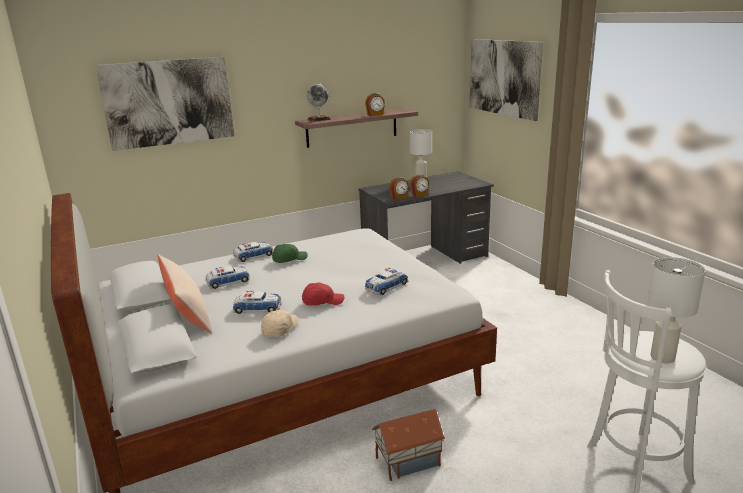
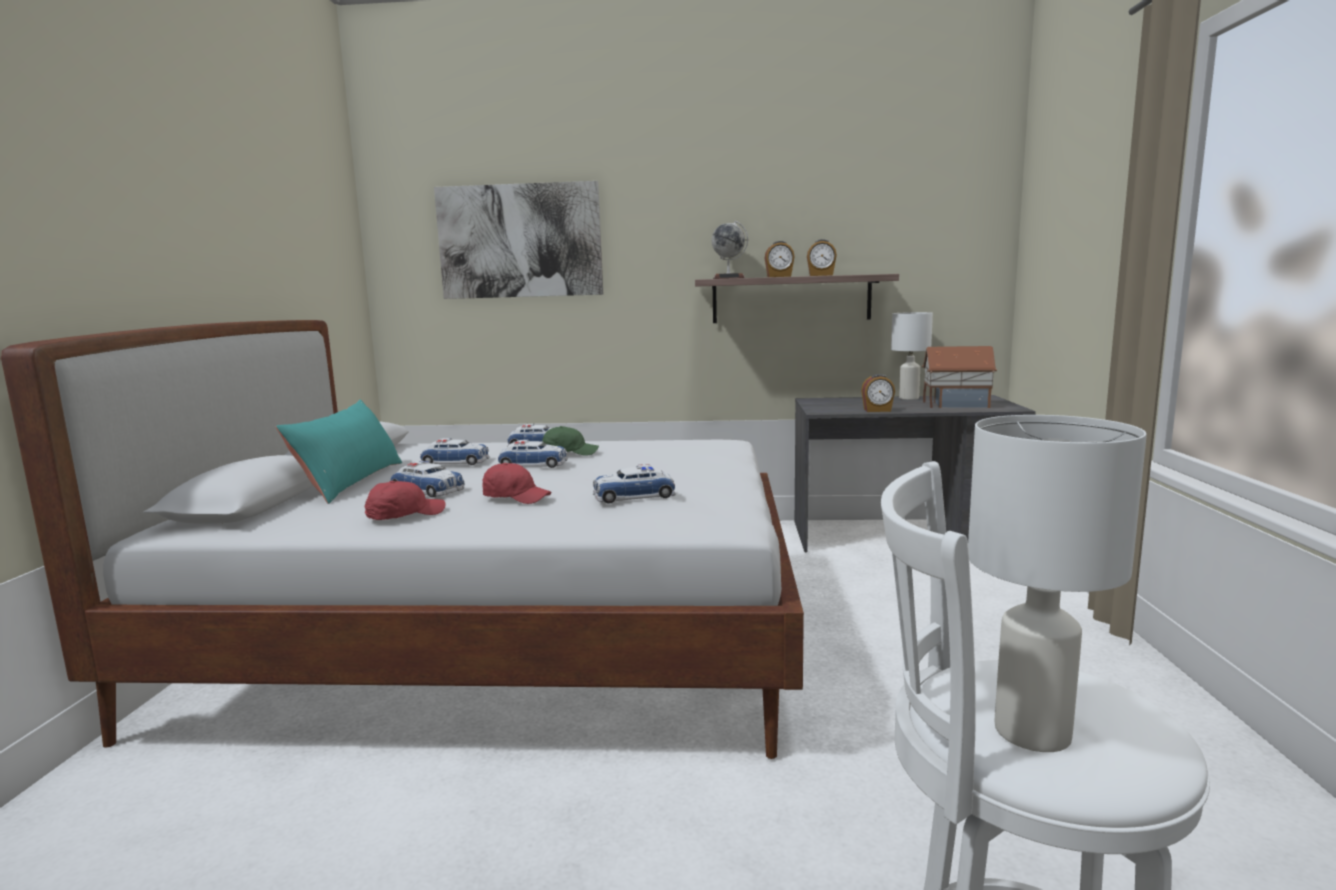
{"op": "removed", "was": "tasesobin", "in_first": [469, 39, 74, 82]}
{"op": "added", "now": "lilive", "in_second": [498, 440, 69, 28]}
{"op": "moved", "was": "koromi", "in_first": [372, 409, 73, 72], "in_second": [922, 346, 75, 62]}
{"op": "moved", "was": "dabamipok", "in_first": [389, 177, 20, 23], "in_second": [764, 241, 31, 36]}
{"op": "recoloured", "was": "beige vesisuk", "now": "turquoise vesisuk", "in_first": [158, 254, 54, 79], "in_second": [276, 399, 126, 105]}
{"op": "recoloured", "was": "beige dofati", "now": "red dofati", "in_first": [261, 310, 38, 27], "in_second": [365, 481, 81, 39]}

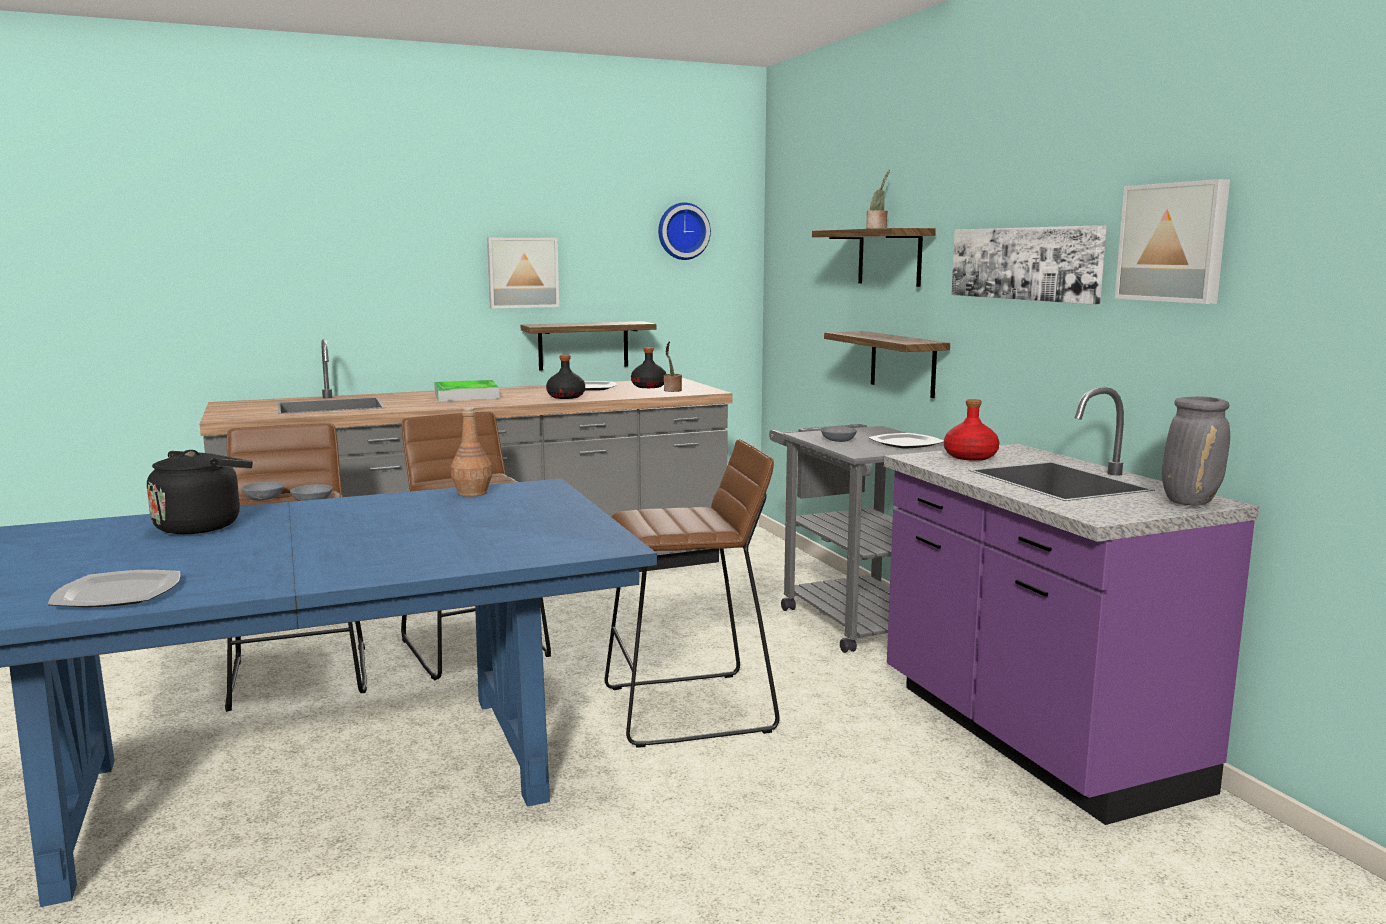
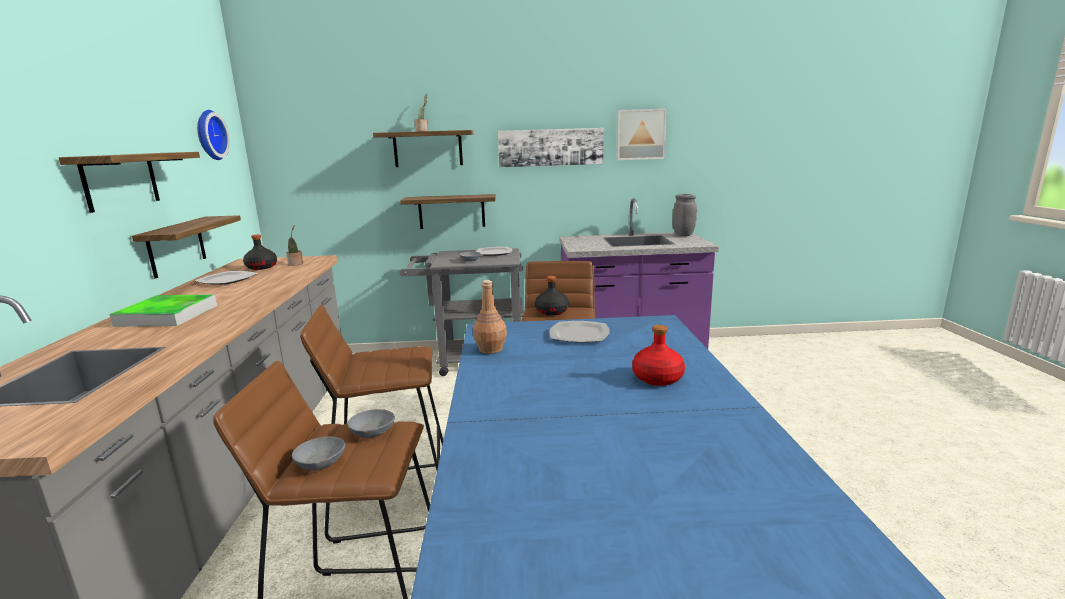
{"op": "removed", "was": "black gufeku", "in_first": [147, 450, 106, 84]}
{"op": "moved", "was": "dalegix", "in_first": [48, 570, 132, 37], "in_second": [549, 321, 61, 21]}
{"op": "moved", "was": "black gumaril", "in_first": [546, 355, 39, 44], "in_second": [535, 276, 34, 40]}
{"op": "moved", "was": "red gumaril", "in_first": [944, 399, 55, 62], "in_second": [632, 325, 53, 61]}
{"op": "replaced", "was": "tasesobin", "now": "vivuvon", "in_first": [487, 238, 72, 71], "in_second": [59, 152, 141, 61]}

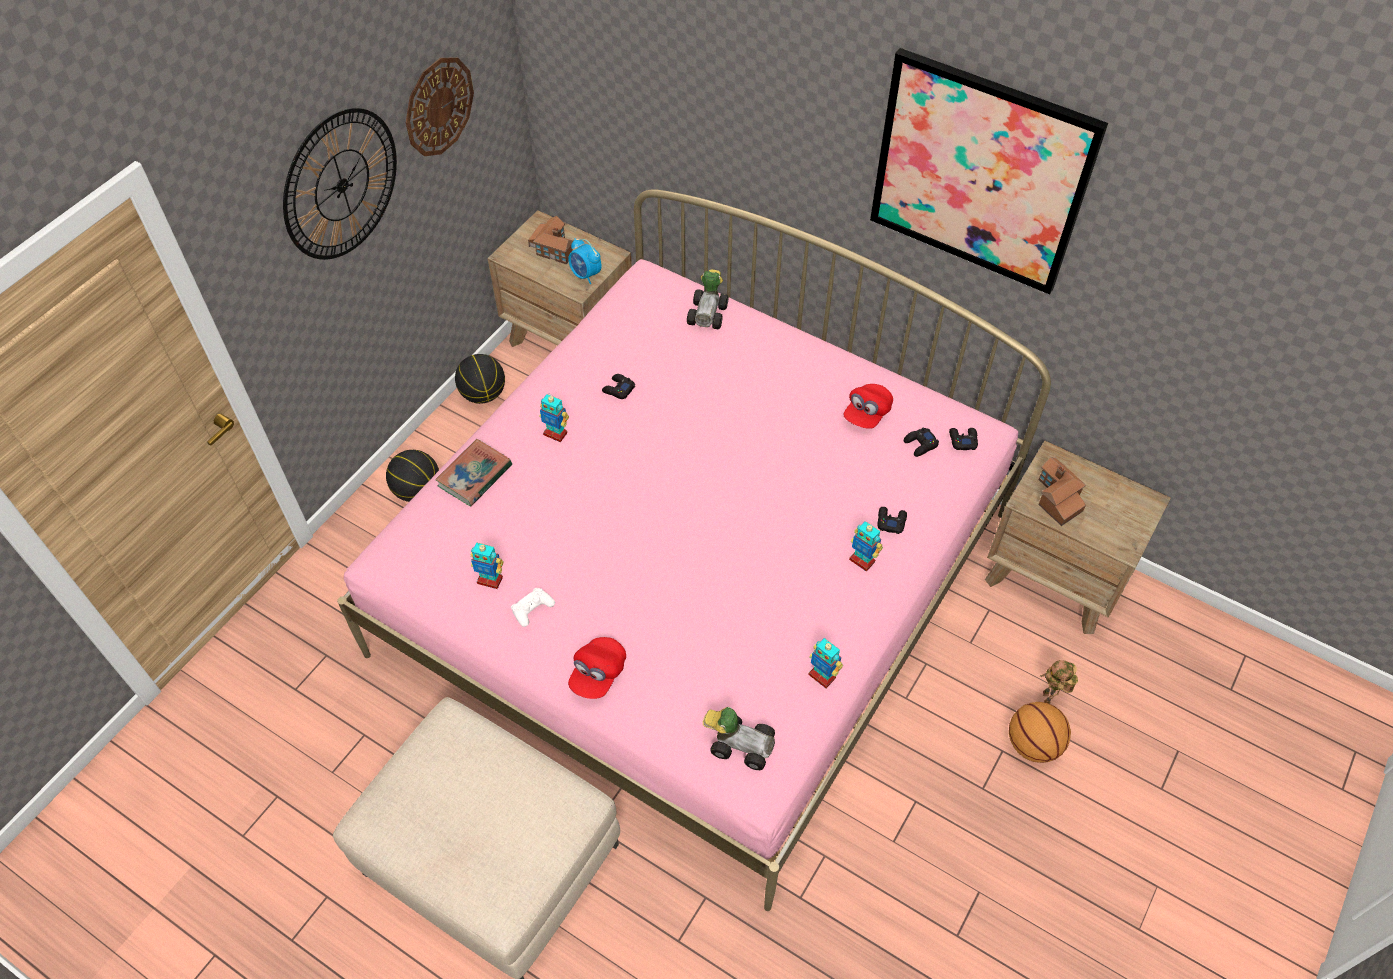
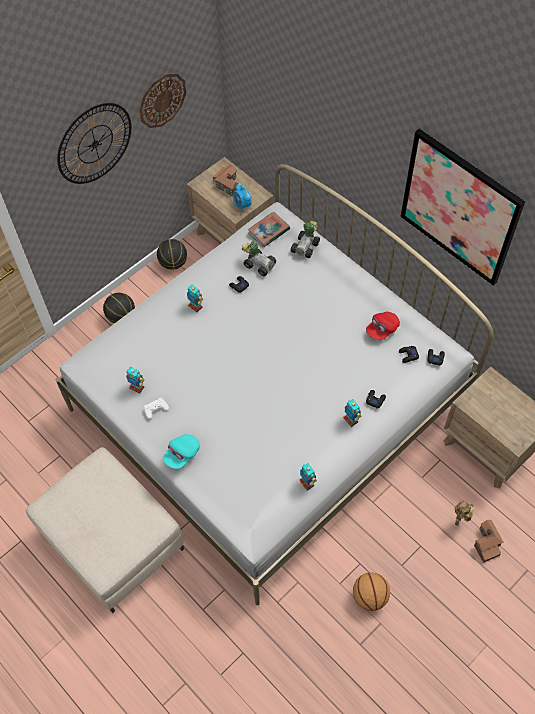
{"op": "moved", "was": "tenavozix", "in_first": [435, 439, 77, 67], "in_second": [248, 211, 42, 36]}
{"op": "moved", "was": "lilive", "in_first": [703, 707, 72, 63], "in_second": [242, 241, 34, 35]}
{"op": "moved", "was": "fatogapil", "in_first": [1009, 702, 62, 61], "in_second": [353, 572, 37, 39]}
{"op": "moved", "was": "koromi", "in_first": [1038, 457, 48, 69], "in_second": [474, 520, 29, 43]}
{"op": "recoloured", "was": "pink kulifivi", "now": "white kulifivi", "in_first": [337, 189, 714, 722], "in_second": [56, 164, 438, 441]}
{"op": "recoloured", "was": "red dofati", "now": "turquoise dofati", "in_first": [568, 637, 58, 62], "in_second": [163, 434, 37, 35]}

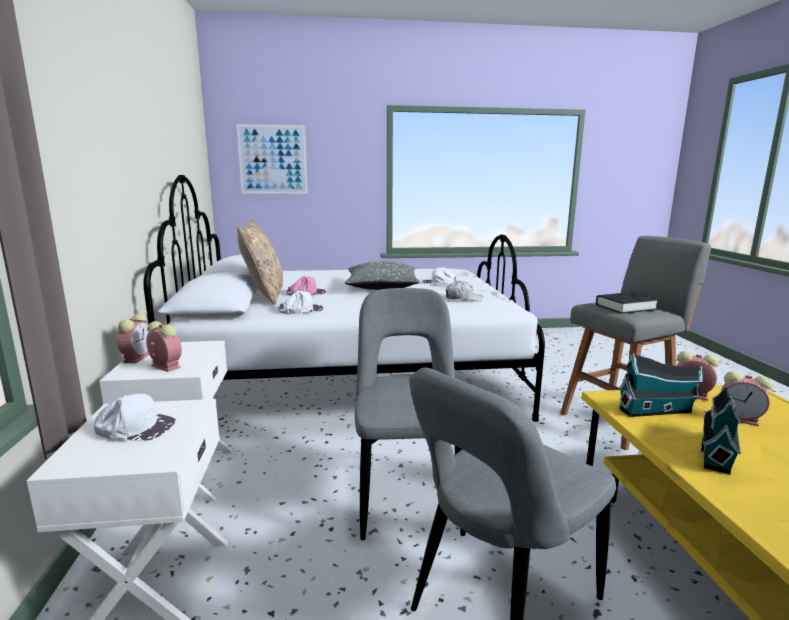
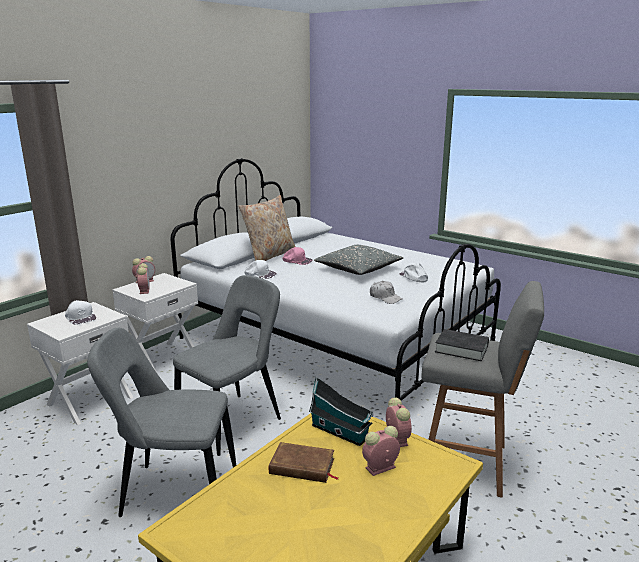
{"op": "removed", "was": "tasesobin", "in_first": [237, 124, 71, 70]}
{"op": "replaced", "was": "koromi", "now": "brown tenavozix", "in_first": [701, 385, 40, 90], "in_second": [269, 442, 69, 41]}
{"op": "turned", "was": "dabamipok", "in_first": [721, 371, 52, 55], "in_second": [362, 426, 38, 50], "clockwise": 75}

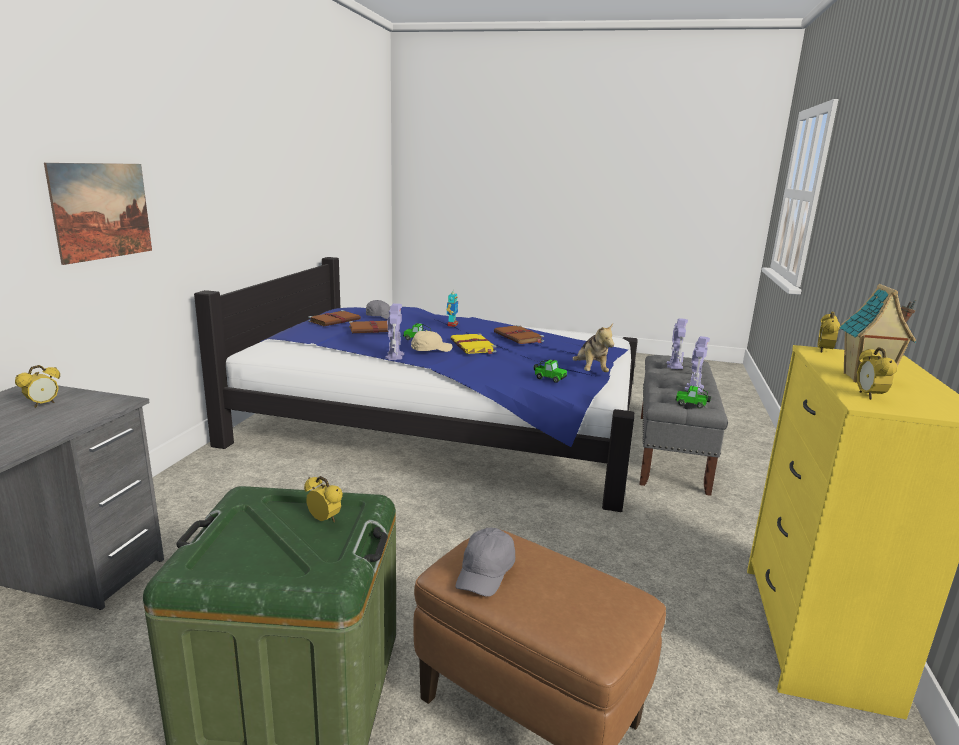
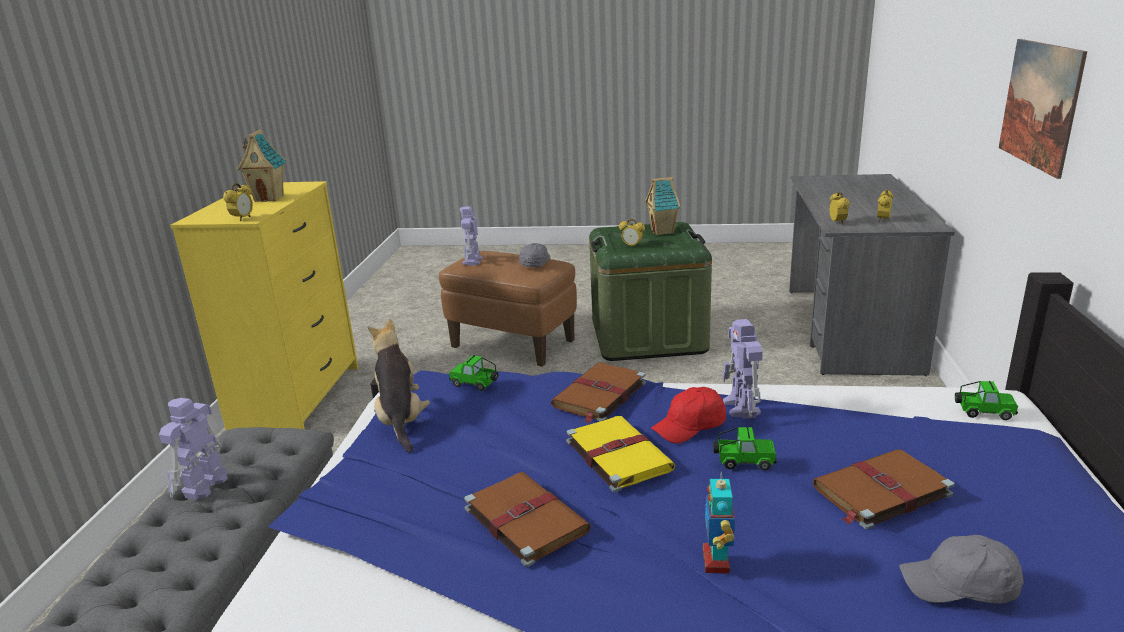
{"op": "added", "now": "koromi", "in_second": [645, 177, 36, 58]}
{"op": "moved", "was": "brown tenavozix", "in_first": [308, 310, 53, 16], "in_second": [551, 363, 95, 61]}
{"op": "moved", "was": "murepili", "in_first": [667, 318, 21, 51], "in_second": [460, 207, 23, 59]}
{"op": "moved", "was": "lilive", "in_first": [676, 385, 35, 24], "in_second": [955, 381, 63, 39]}
{"op": "moved", "was": "dabamipok", "in_first": [857, 347, 40, 53], "in_second": [830, 191, 20, 34]}
{"op": "recoloured", "was": "beige dofati", "now": "red dofati", "in_first": [411, 331, 42, 21], "in_second": [651, 387, 75, 57]}

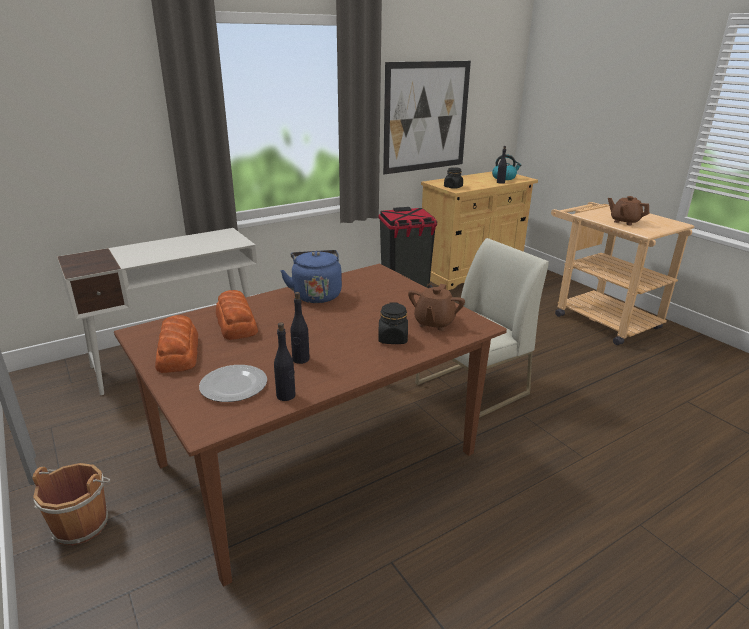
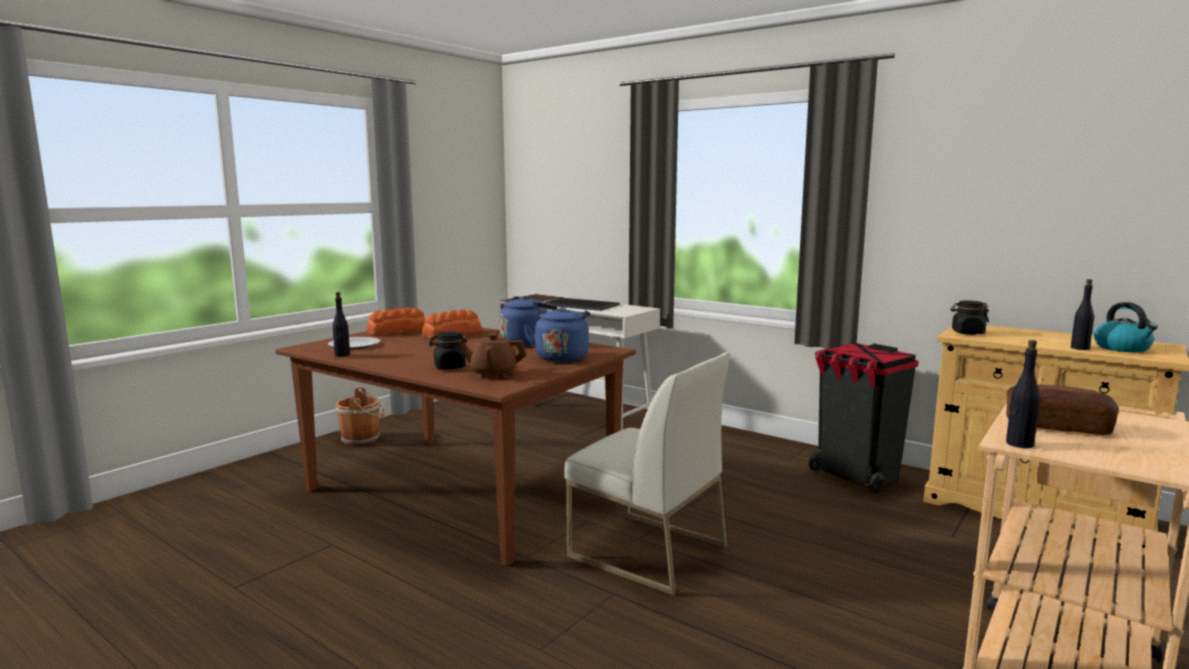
{"op": "removed", "was": "tasesobin", "in_first": [383, 61, 88, 113]}
{"op": "added", "now": "blue gufeku", "in_second": [524, 307, 66, 55]}
{"op": "added", "now": "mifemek", "in_second": [546, 298, 74, 13]}
{"op": "moved", "was": "black gumaril", "in_first": [291, 292, 19, 72], "in_second": [1006, 340, 34, 108]}
{"op": "replaced", "was": "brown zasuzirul", "now": "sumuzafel", "in_first": [608, 196, 41, 30], "in_second": [1006, 385, 113, 50]}

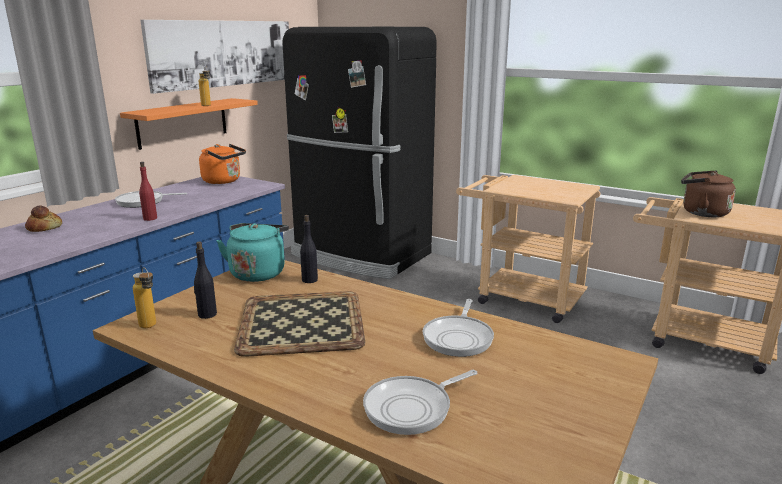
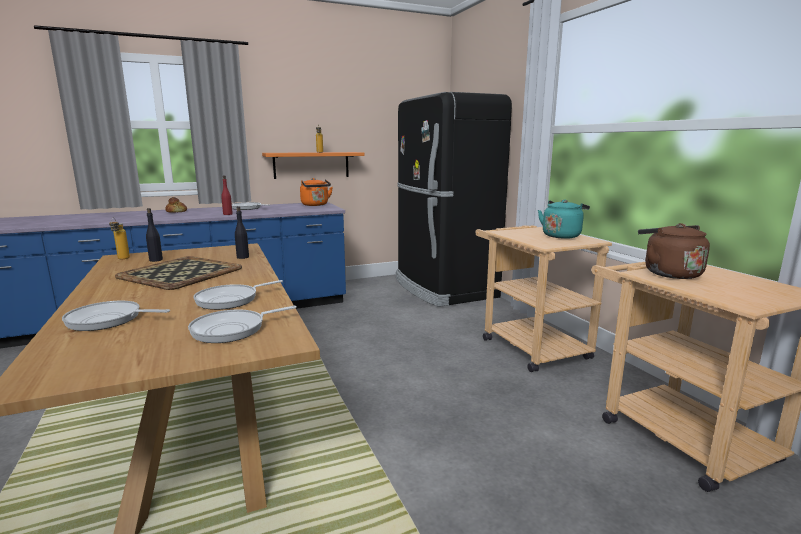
{"op": "removed", "was": "tasesobin", "in_first": [140, 20, 149, 74]}
{"op": "added", "now": "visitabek", "in_second": [188, 306, 109, 37]}
{"op": "moved", "was": "turquoise gufeku", "in_first": [217, 223, 72, 59], "in_second": [538, 200, 52, 39]}

